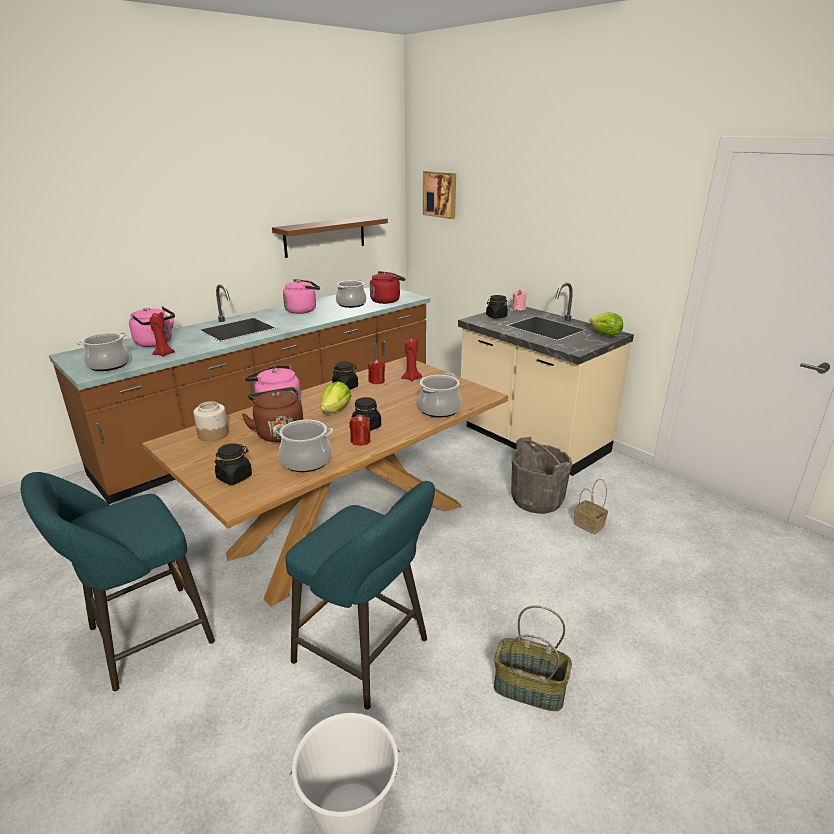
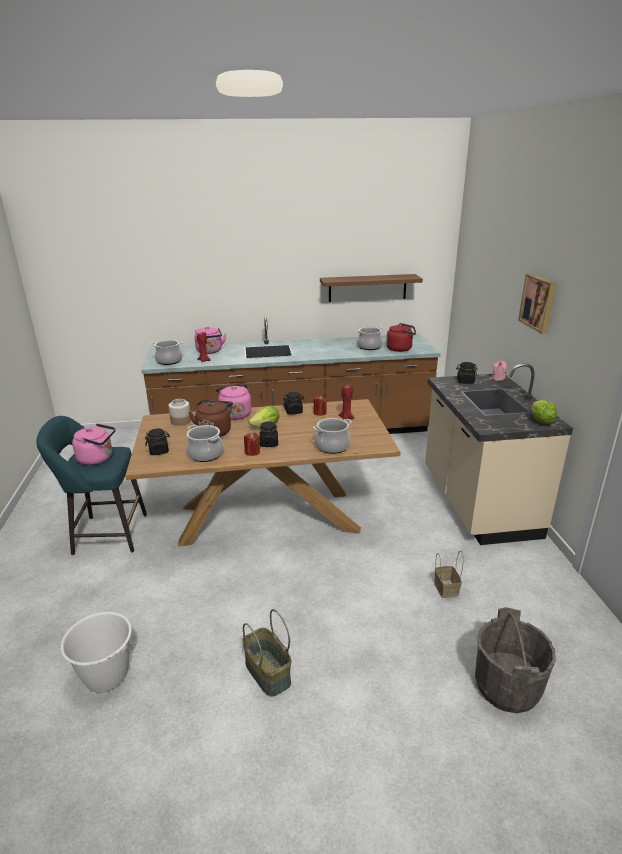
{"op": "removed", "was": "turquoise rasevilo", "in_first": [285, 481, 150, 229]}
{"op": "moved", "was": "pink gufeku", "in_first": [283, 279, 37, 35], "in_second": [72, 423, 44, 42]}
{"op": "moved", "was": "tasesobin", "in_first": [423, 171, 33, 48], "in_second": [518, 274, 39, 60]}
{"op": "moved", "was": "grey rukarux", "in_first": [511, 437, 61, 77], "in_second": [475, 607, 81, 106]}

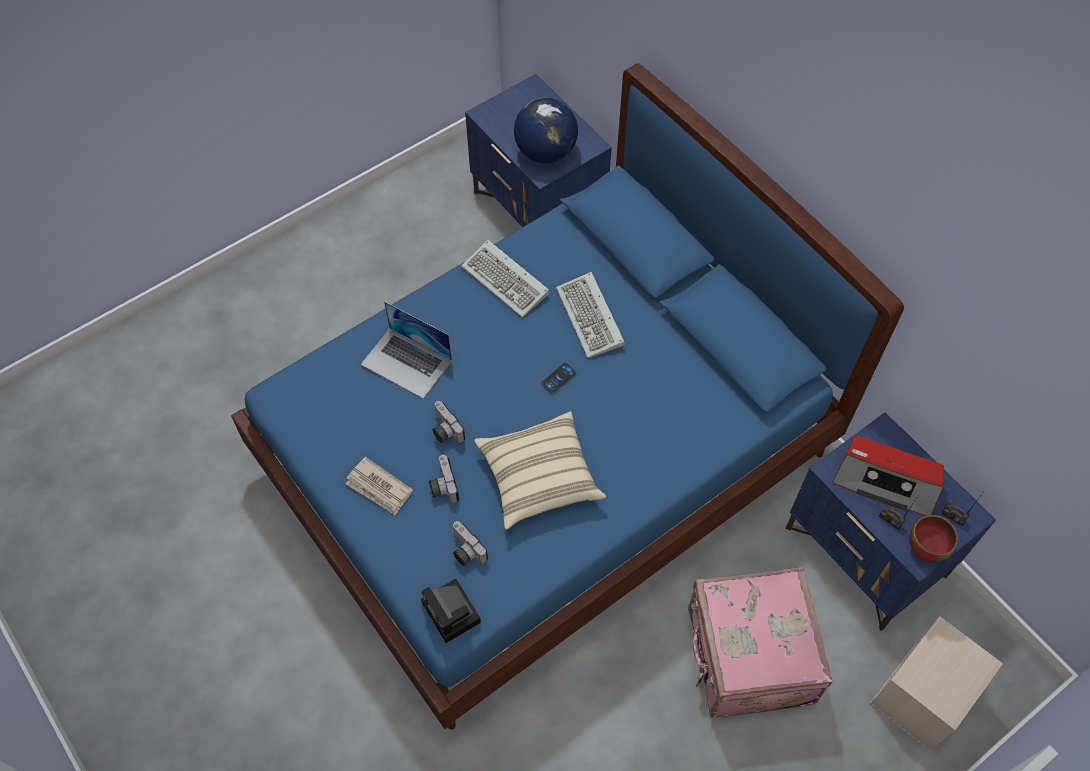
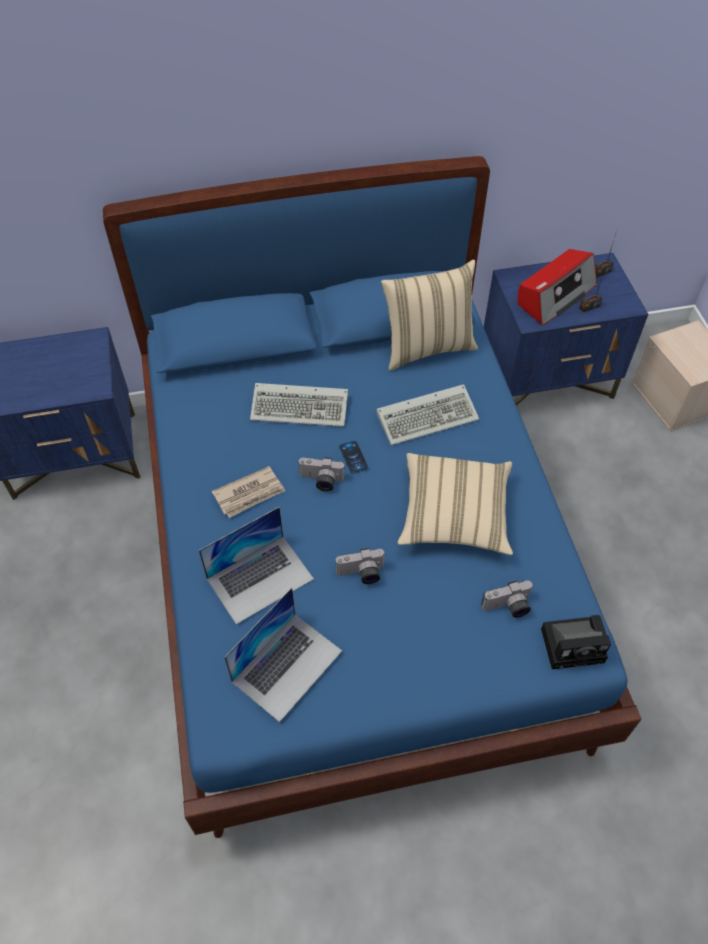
{"op": "removed", "was": "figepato", "in_first": [514, 98, 64, 66]}
{"op": "removed", "was": "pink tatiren", "in_first": [688, 567, 144, 151]}
{"op": "removed", "was": "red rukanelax", "in_first": [909, 515, 49, 47]}
{"op": "added", "now": "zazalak", "in_second": [224, 587, 118, 135]}
{"op": "added", "now": "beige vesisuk", "in_second": [381, 260, 97, 111]}
{"op": "moved", "was": "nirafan", "in_first": [346, 457, 67, 59], "in_second": [212, 466, 73, 52]}
{"op": "moved", "was": "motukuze", "in_first": [429, 455, 30, 48], "in_second": [298, 457, 46, 34]}
{"op": "moved", "was": "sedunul", "in_first": [461, 240, 89, 78], "in_second": [376, 384, 103, 61]}

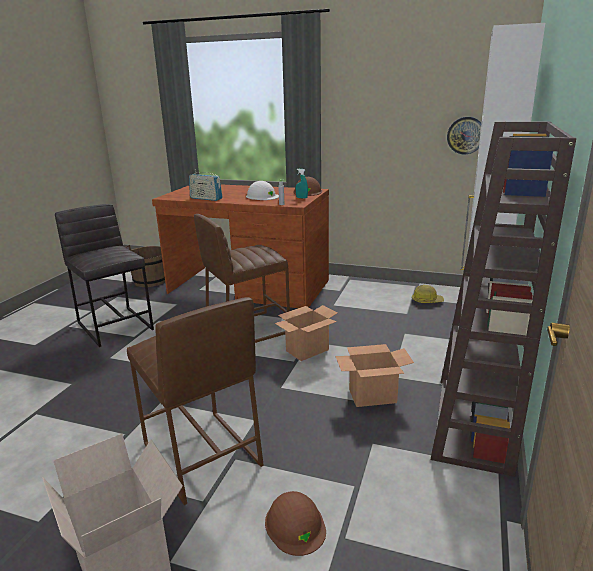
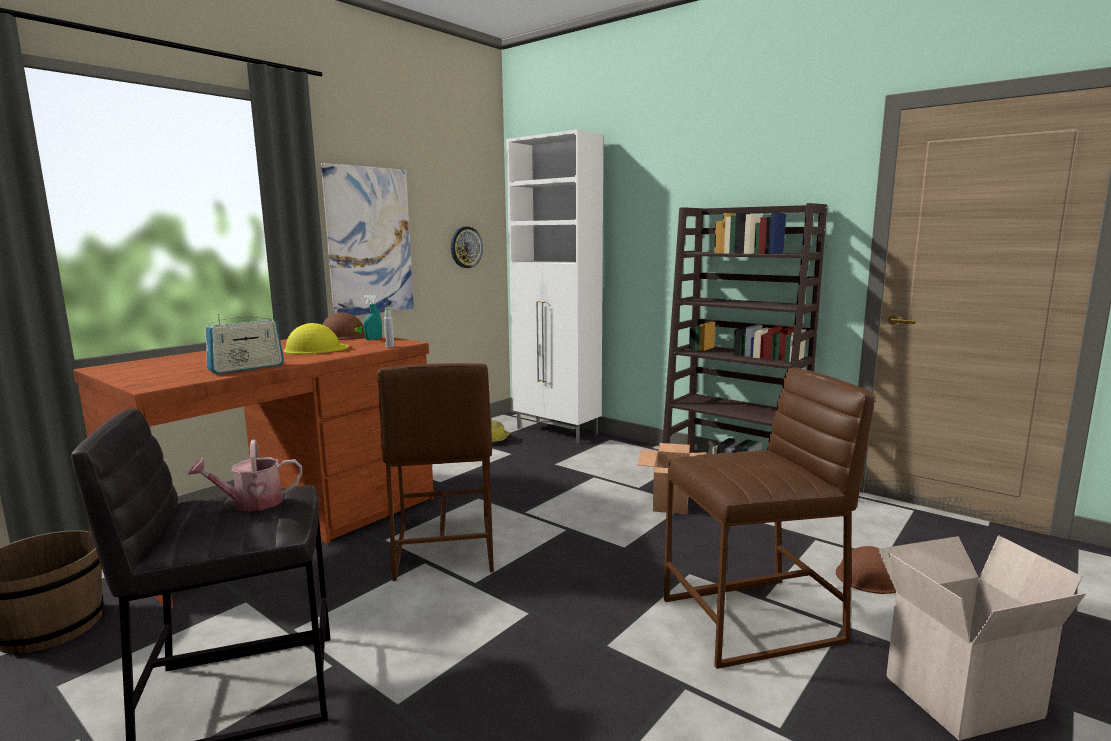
{"op": "removed", "was": "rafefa", "in_first": [275, 305, 63, 56]}
{"op": "added", "now": "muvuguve", "in_second": [188, 439, 114, 72]}
{"op": "added", "now": "tasesobin", "in_second": [321, 163, 93, 153]}
{"op": "recoloured", "was": "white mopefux", "now": "yellow mopefux", "in_first": [246, 181, 33, 19], "in_second": [284, 323, 65, 31]}

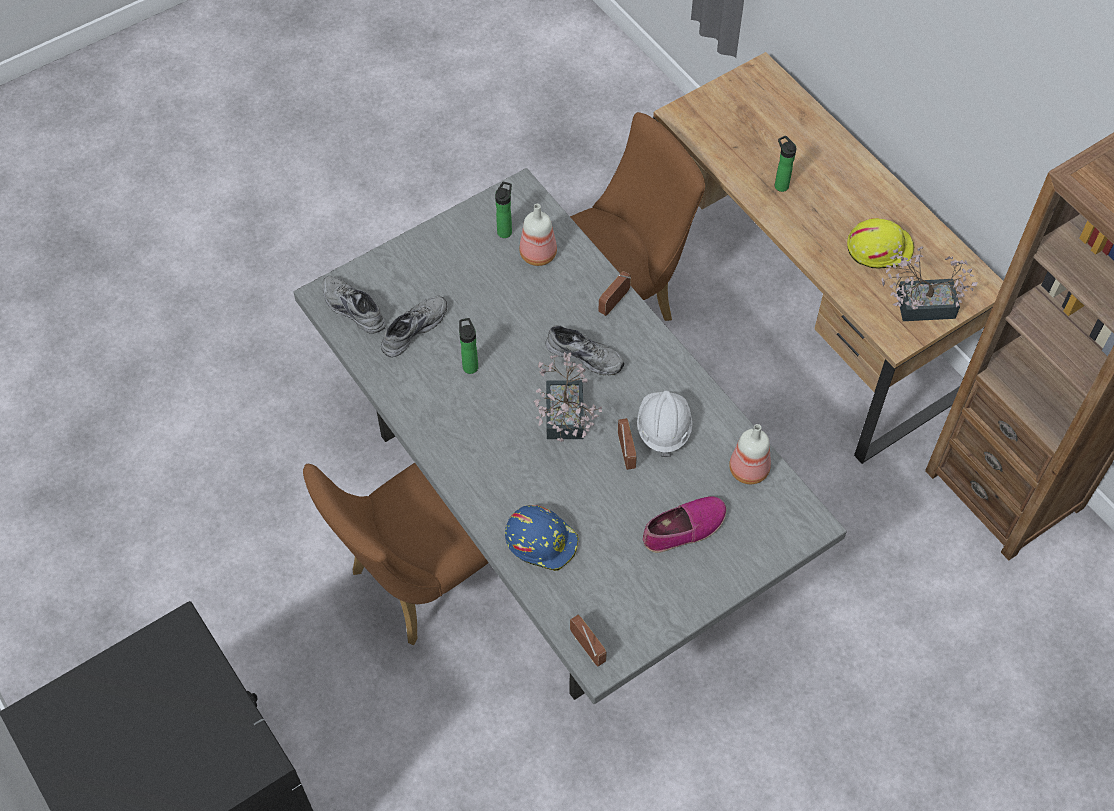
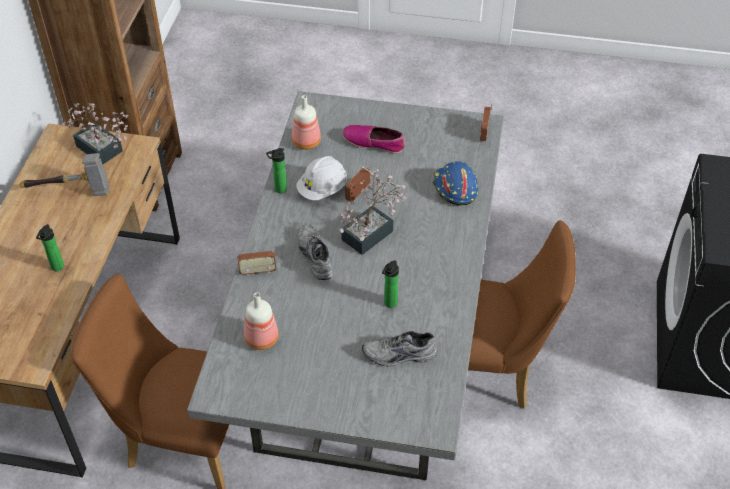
{"op": "removed", "was": "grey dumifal", "in_first": [322, 276, 64, 58]}
{"op": "moved", "was": "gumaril", "in_first": [495, 182, 17, 56], "in_second": [266, 148, 21, 45]}
{"op": "replaced", "was": "yellow mopefux", "now": "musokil", "in_first": [847, 218, 67, 50], "in_second": [19, 153, 91, 43]}

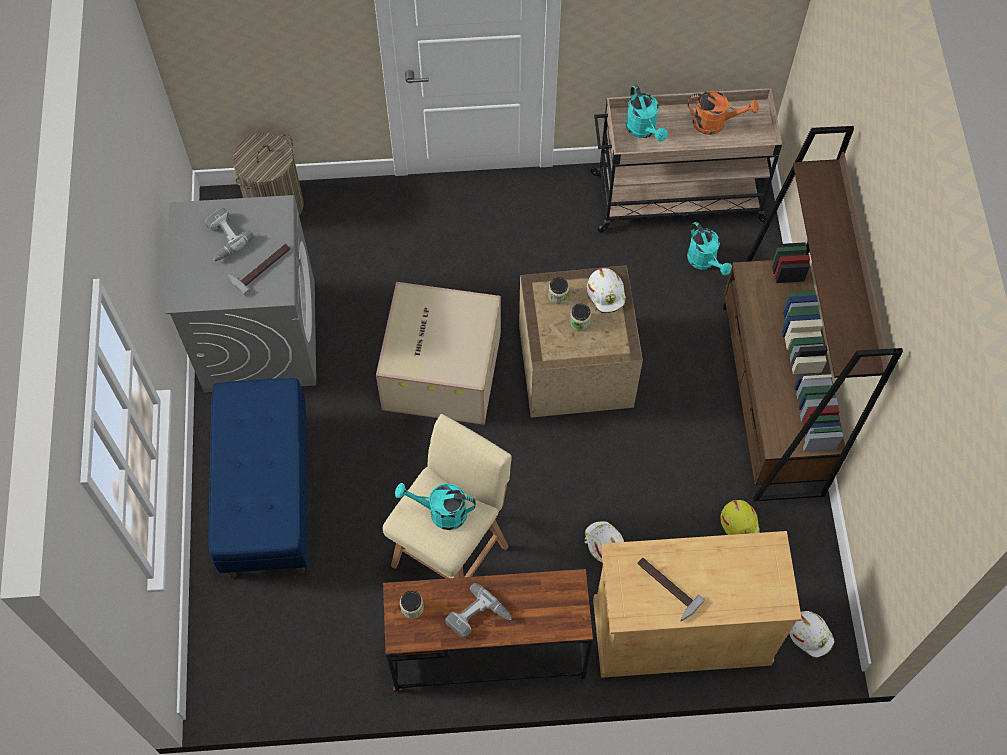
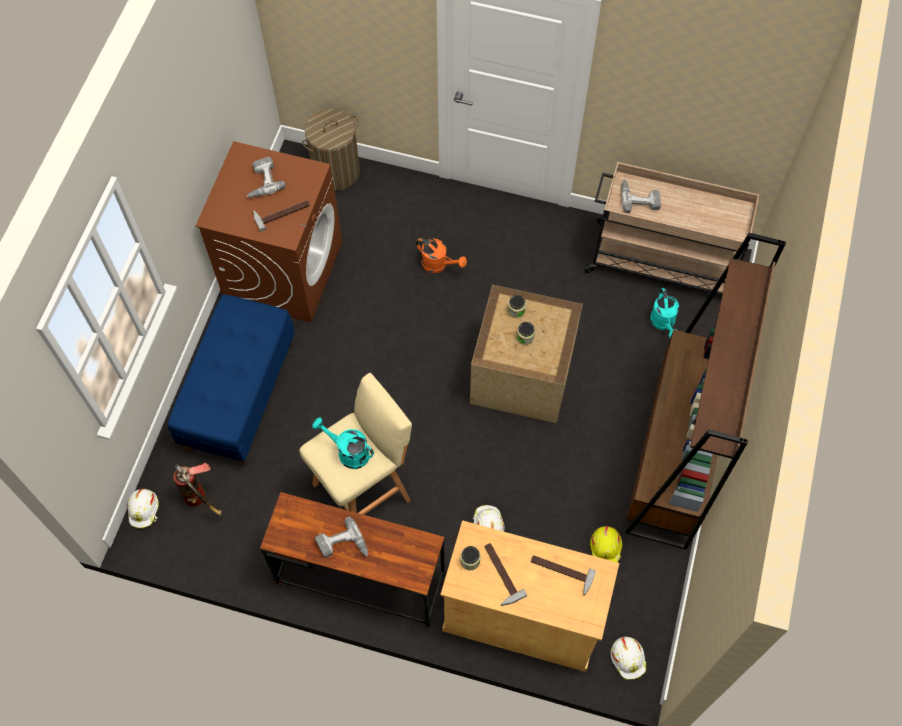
{"op": "removed", "was": "rafefa", "in_first": [376, 282, 125, 143]}
{"op": "added", "now": "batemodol", "in_second": [173, 463, 49, 52]}
{"op": "added", "now": "musokil", "in_second": [531, 555, 65, 41]}
{"op": "moved", "was": "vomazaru", "in_first": [400, 591, 24, 28], "in_second": [460, 546, 21, 24]}
{"op": "moved", "was": "white mopefux", "in_first": [587, 268, 39, 45], "in_second": [127, 489, 32, 40]}
{"op": "moved", "was": "orange muvuguve", "in_first": [688, 91, 71, 44], "in_second": [416, 238, 51, 35]}
{"op": "replaced", "was": "turquoise muvuguve", "now": "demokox", "in_first": [626, 85, 42, 57], "in_second": [621, 179, 40, 34]}
{"op": "recoloured", "was": "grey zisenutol", "now": "brown zisenutol", "in_first": [165, 195, 151, 198], "in_second": [196, 141, 146, 182]}

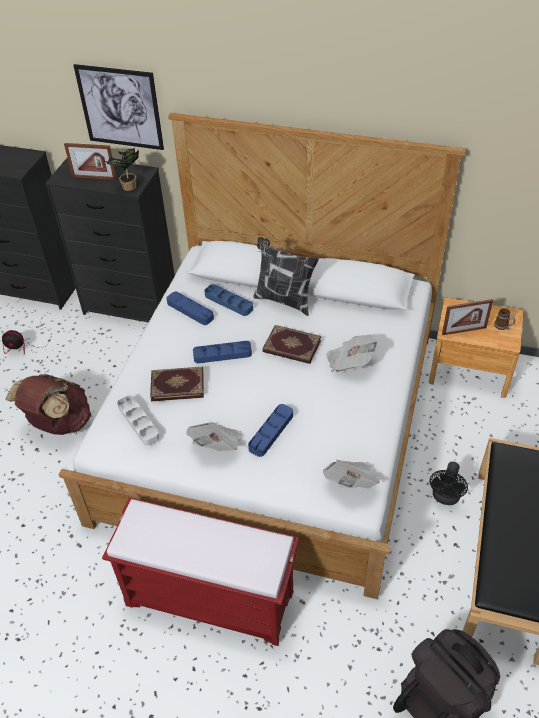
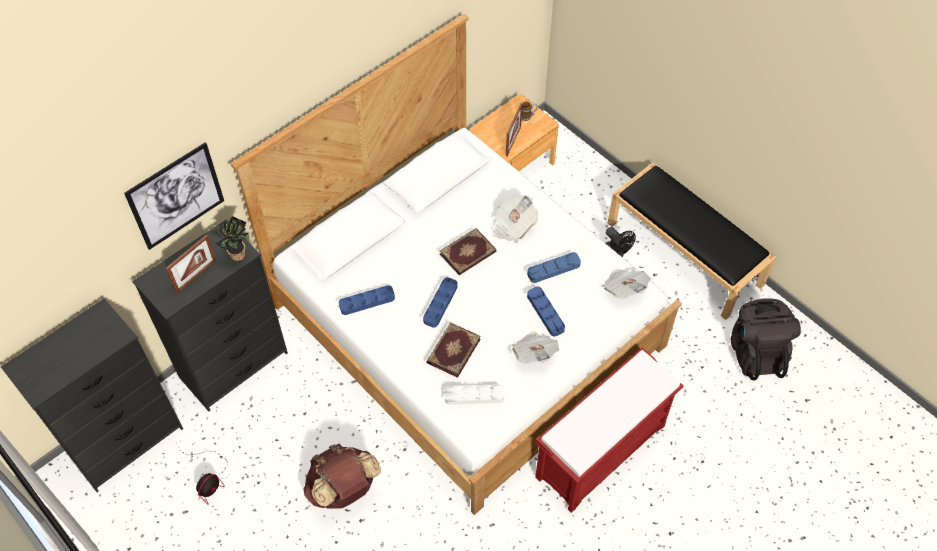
{"op": "removed", "was": "vesisuk", "in_first": [253, 237, 66, 79]}
{"op": "moved", "was": "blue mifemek", "in_first": [204, 284, 49, 32], "in_second": [527, 252, 54, 31]}

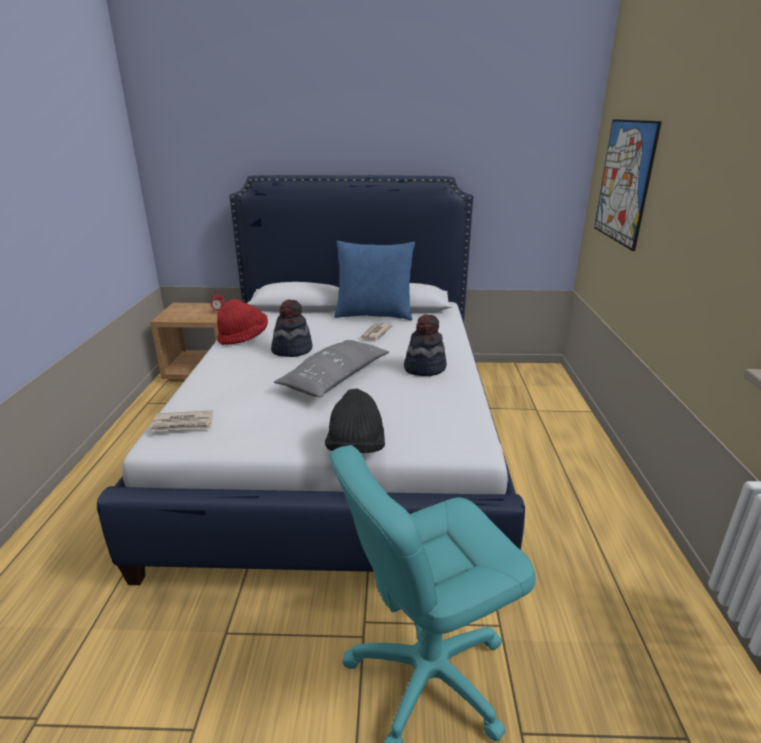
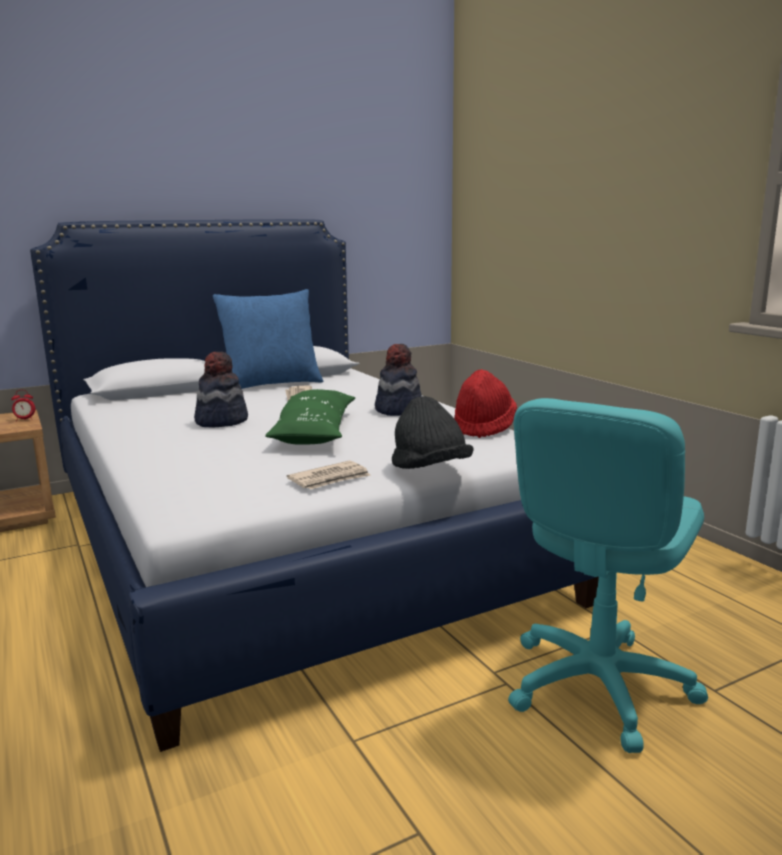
{"op": "removed", "was": "tasesobin", "in_first": [594, 119, 68, 132]}
{"op": "moved", "was": "nirafan", "in_first": [150, 410, 63, 22], "in_second": [287, 460, 84, 29]}
{"op": "moved", "was": "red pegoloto", "in_first": [217, 299, 51, 46], "in_second": [455, 369, 62, 69]}
{"op": "recoloured", "was": "grey vesisuk", "now": "green vesisuk", "in_first": [274, 340, 115, 58], "in_second": [265, 389, 90, 56]}

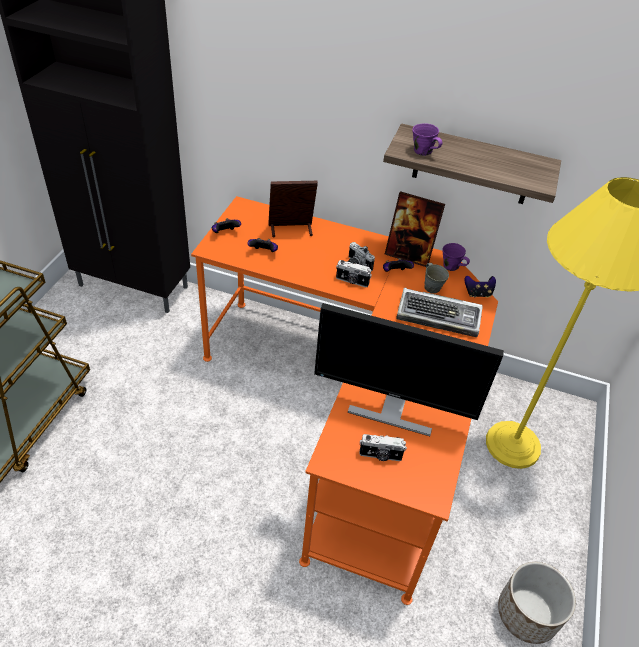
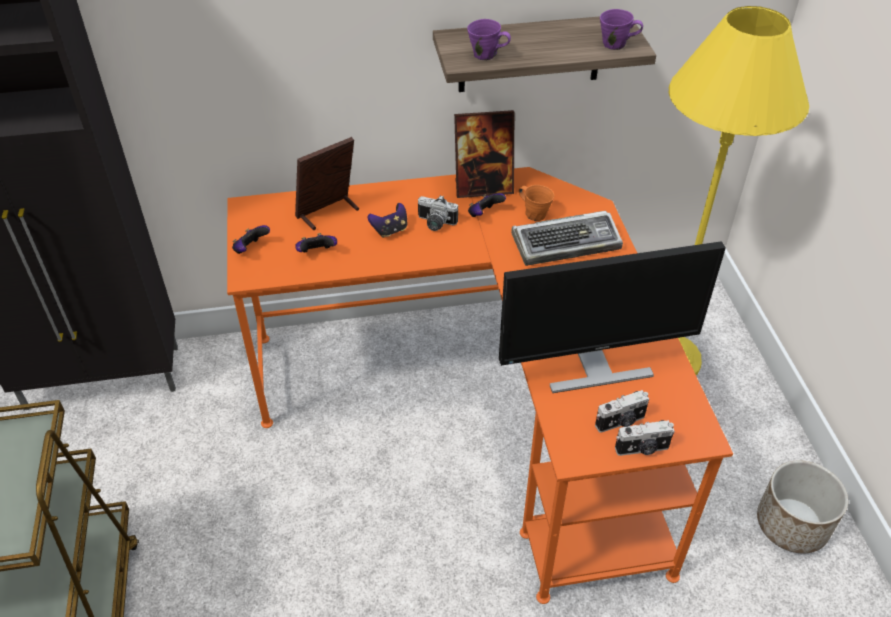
{"op": "moved", "was": "motukuze", "in_first": [336, 260, 36, 27], "in_second": [615, 420, 60, 36]}
{"op": "moved", "was": "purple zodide", "in_first": [442, 243, 28, 28], "in_second": [600, 9, 43, 41]}
{"op": "moved", "was": "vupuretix", "in_first": [465, 276, 31, 22], "in_second": [368, 203, 39, 35]}
{"op": "recoloured", "was": "grey zodide", "now": "orange zodide", "in_first": [425, 263, 24, 30], "in_second": [519, 185, 35, 36]}

